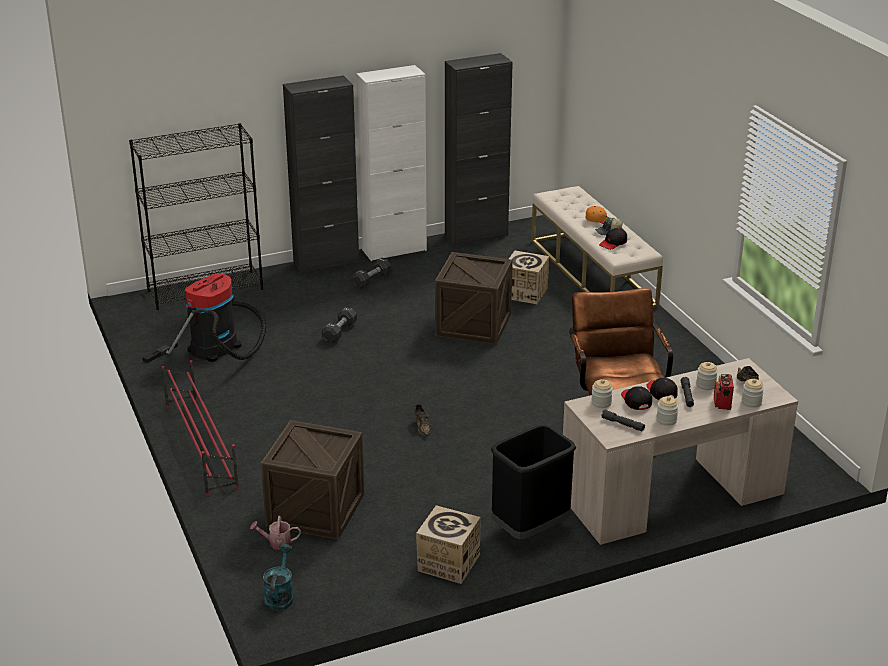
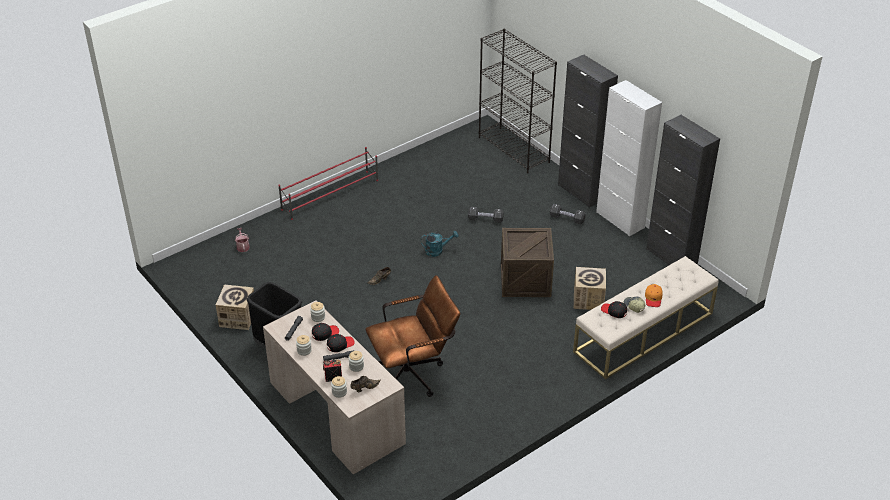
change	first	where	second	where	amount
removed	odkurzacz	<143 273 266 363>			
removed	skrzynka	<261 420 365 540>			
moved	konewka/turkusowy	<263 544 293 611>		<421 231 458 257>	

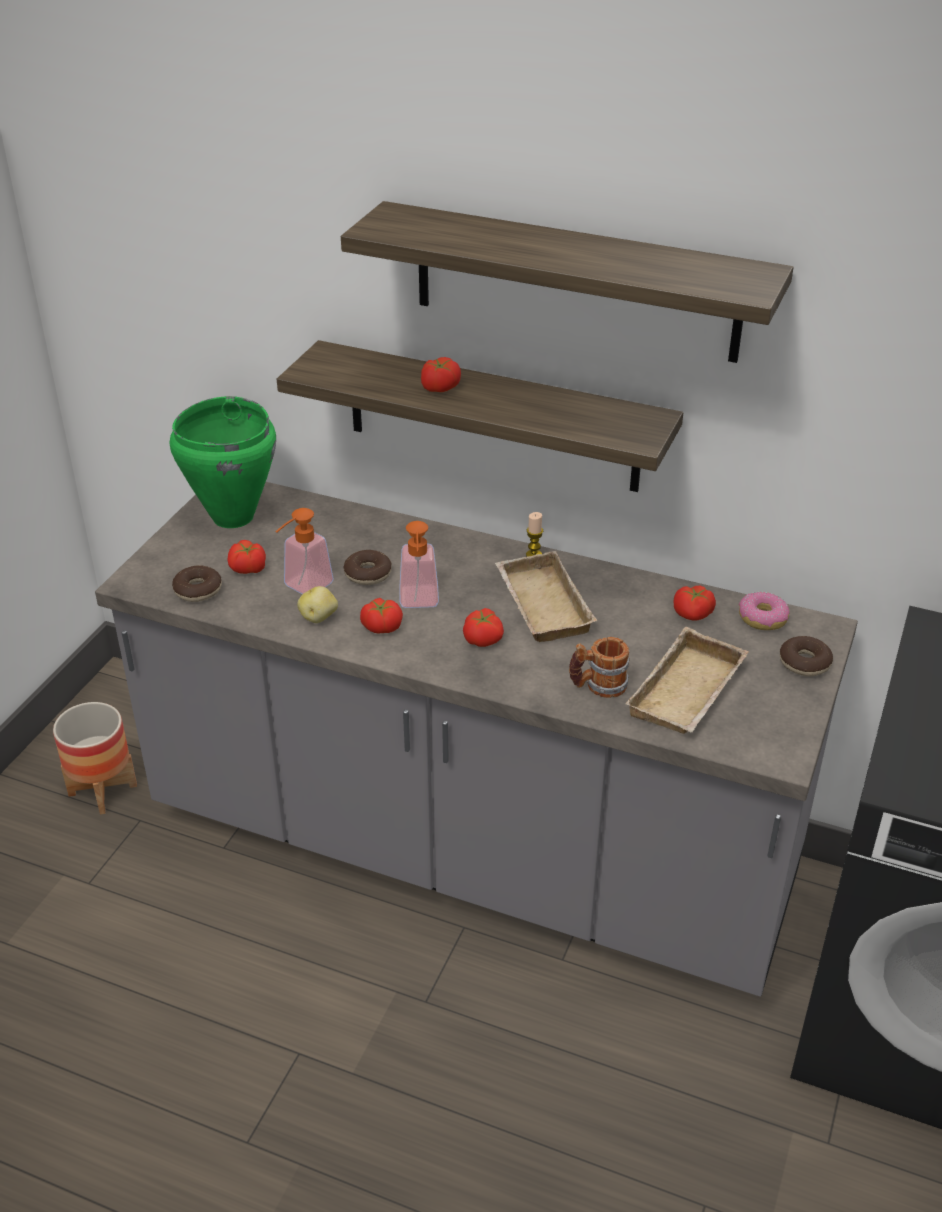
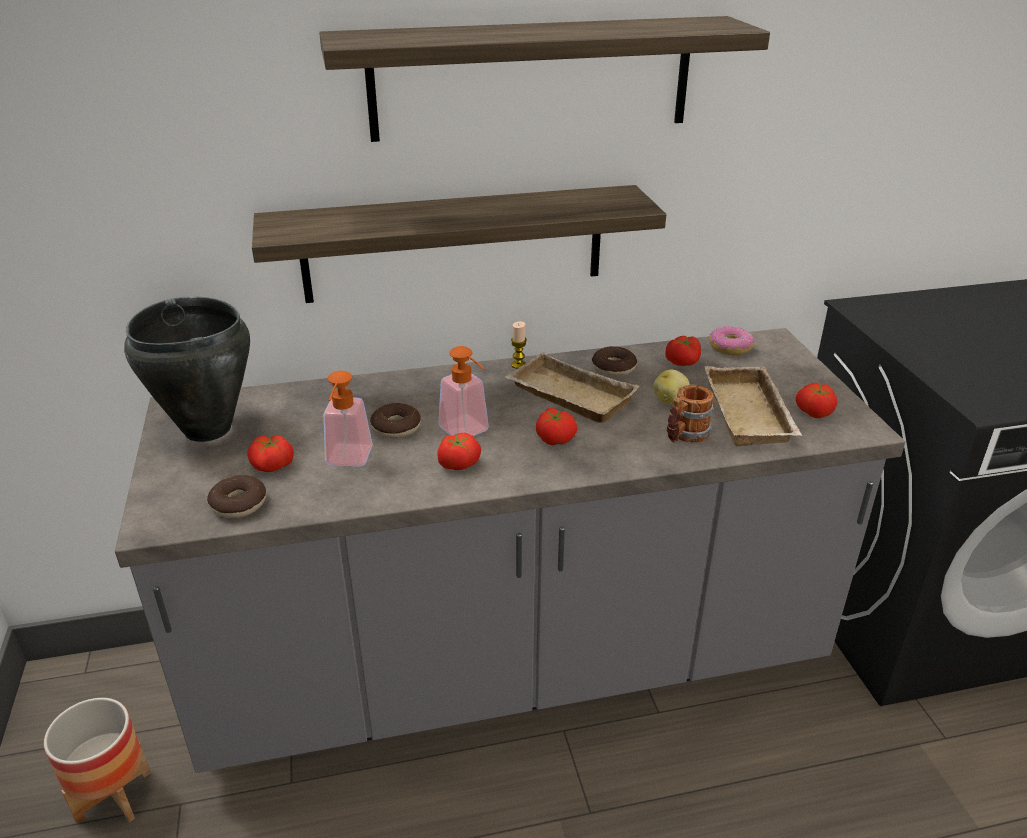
change	first	where	second	where	amount
moved	ziemniak	<297 586 338 623>		<653 370 690 405>	
moved	pomidor	<421 357 461 392>		<796 383 837 418>	
moved	donut	<780 636 833 677>		<592 346 637 377>	
recoloured	garnek/zielony	<170 396 276 528>	garnek/czarny	<124 297 250 442>	

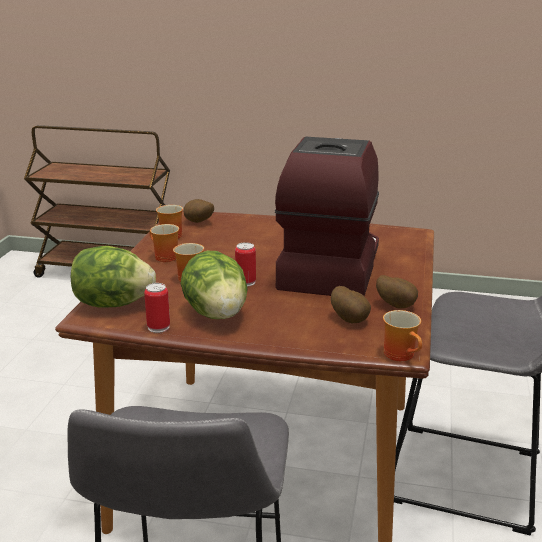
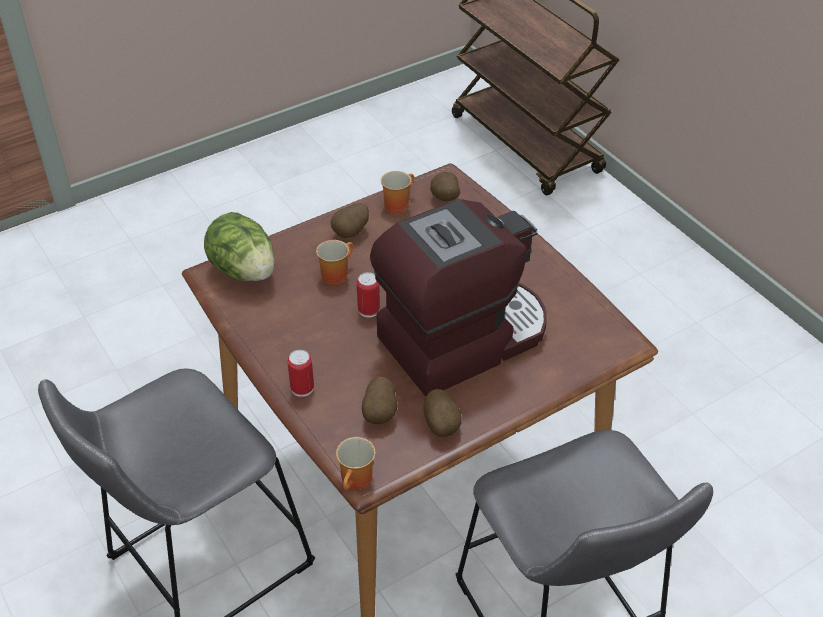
change	first	where	second	where	amount
removed	sałata	<181 251 248 319>			
moved	puszka	<144 283 170 333>		<287 350 314 397>	
replaced	kubek	<149 224 179 262>	ziemniak	<330 203 369 238>	

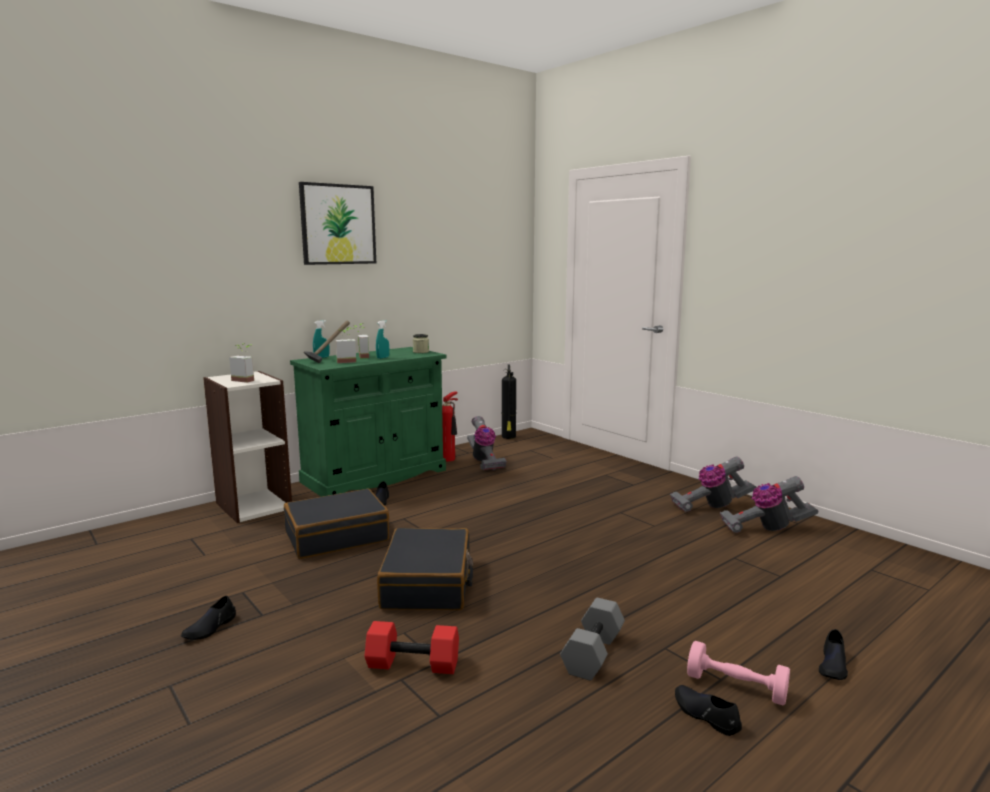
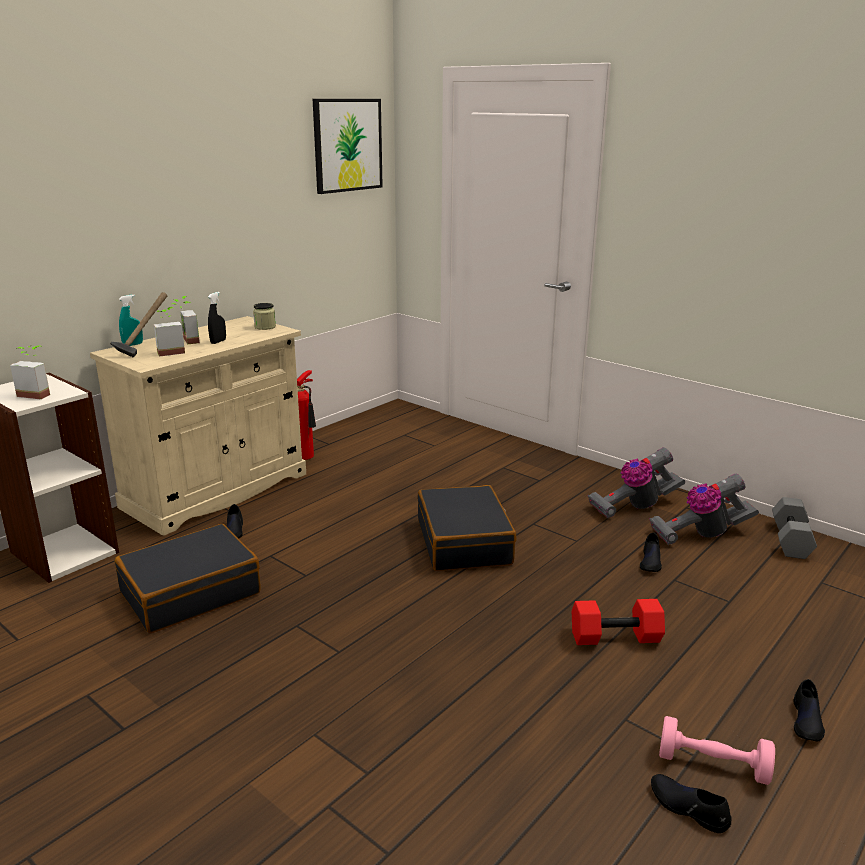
change	first	where	second	where	amount
removed	odkurzacz	<467 416 506 470>			
removed	gaśnica	<502 364 516 439>			
moved	but/czarny	<181 595 236 640>		<640 532 662 572>	
moved	obraz	<299 182 376 265>		<313 99 383 194>	
moved	hantel/czerwony	<365 621 459 674>		<572 599 665 645>	
moved	walizka/czarny	<377 528 473 610>		<417 485 517 571>	
moved	hantel/szary	<560 598 625 681>		<772 497 817 559>	
recoloured	szafka/zielony	<290 347 446 497>	szafka/beżowy	<90 316 306 536>	
recoloured	spryskiwacz/turkusowy	<376 320 389 359>	spryskiwacz/czarny	<208 292 226 344>	

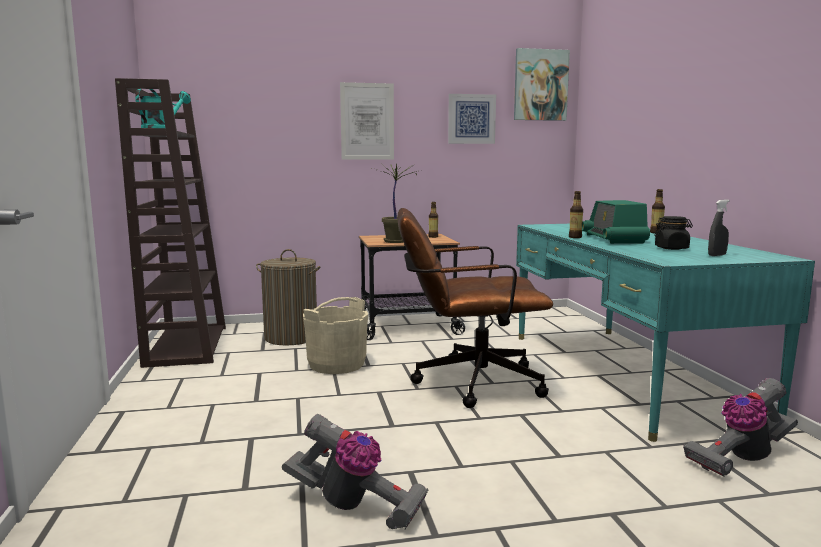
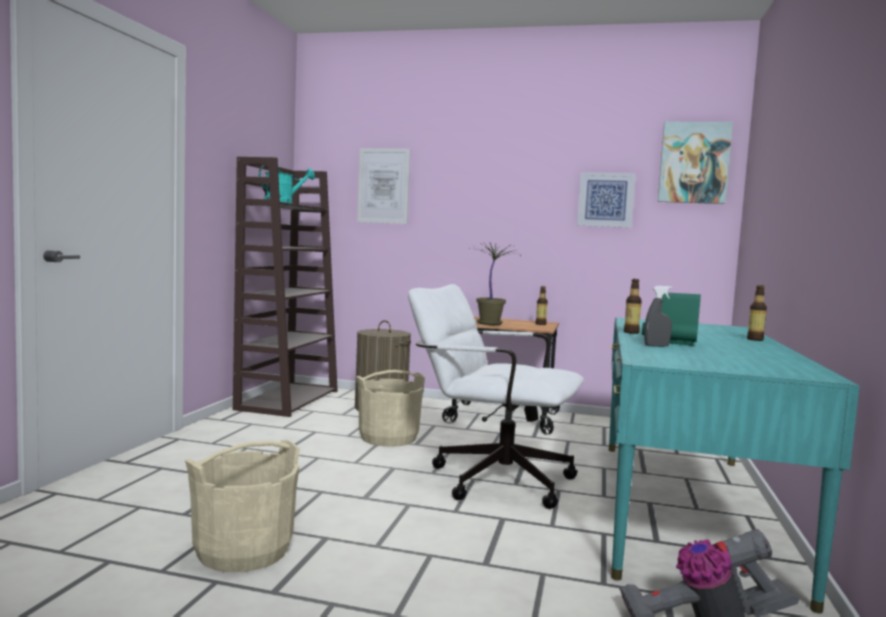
change	first	where	second	where	amount
removed	słoik/czarny	<654 216 693 250>			
moved	obraz	<340 82 394 160>		<357 148 411 224>	
moved	spryskiwacz/szary	<708 200 730 256>		<644 286 672 347>	
replaced	odkurzacz	<282 414 428 529>	wiadro/beżowy	<185 440 300 572>	
recoloured	krzesło biurowe/brązowy	<398 208 553 408>	krzesło biurowe/biały	<408 284 584 509>	

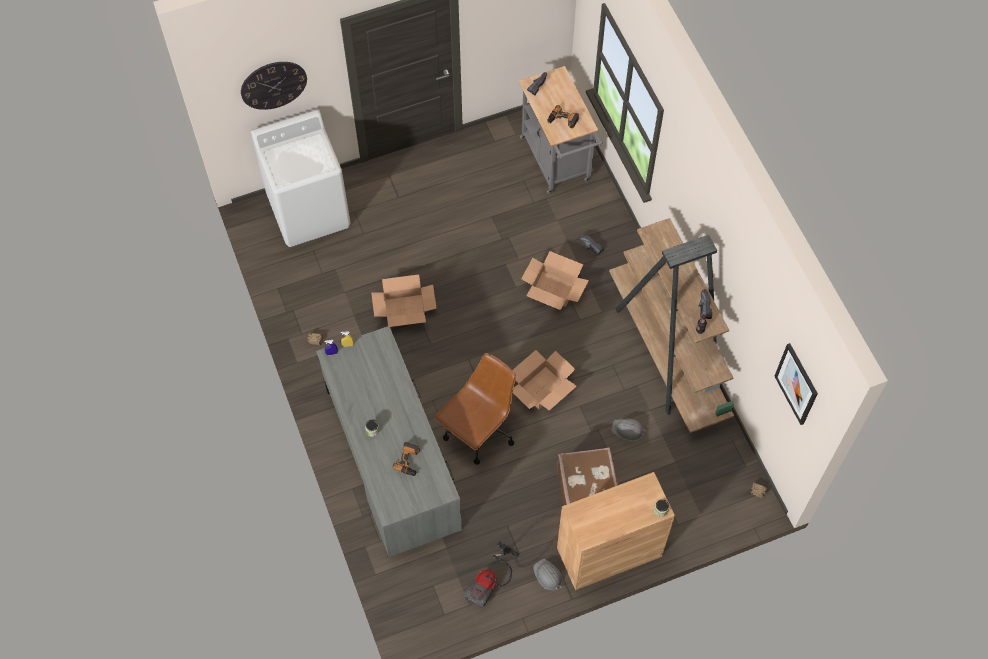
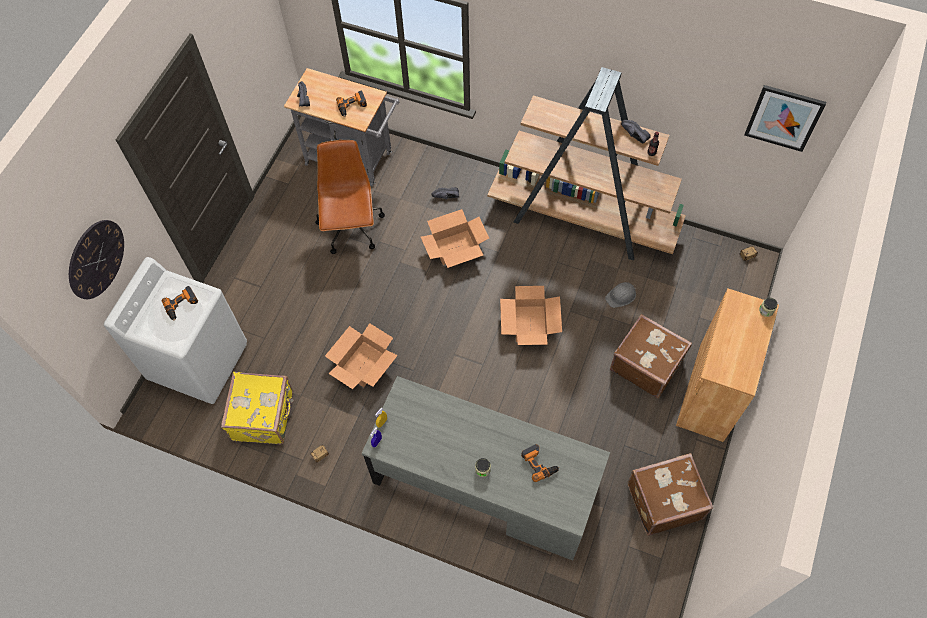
change	first	where	second	where	amount
removed	kask/szary	<533 559 563 590>			
added			wiertarka	<162 286 198 321>	
added			walizka/żółty	<221 372 295 444>	
moved	krzesło biurowe/brązowy	<435 353 516 465>		<315 140 385 254>	
replaced	odkurzacz	<463 542 520 608>	walizka/brązowy	<628 453 714 536>	

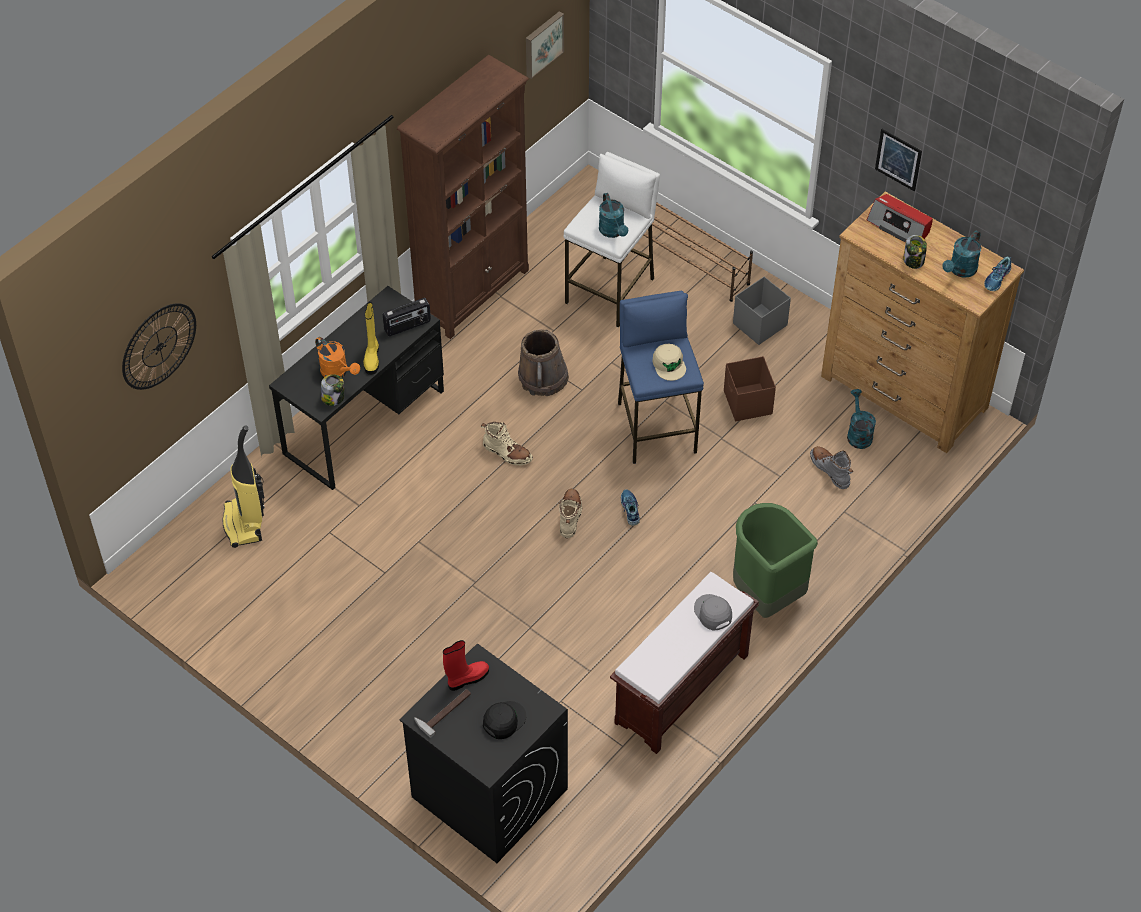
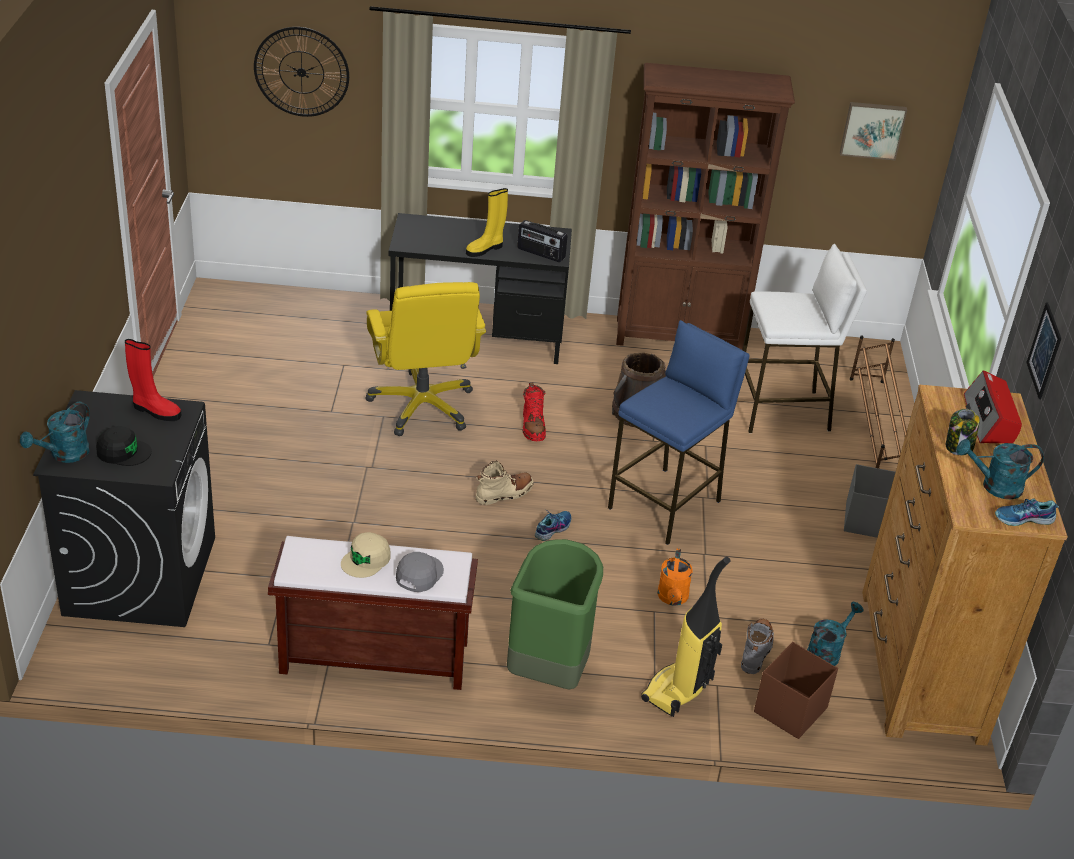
change	first	where	second	where	amount
removed	słoik	<321 374 344 406>			
removed	młotek	<414 689 471 738>			
added			krzesło biurowe/żółty	<365 282 486 436>	
moved	odkurzacz	<223 425 265 548>		<641 557 731 717>	
moved	konewka/pomarańczowy	<315 337 360 378>		<657 549 693 606>	
moved	konewka/turkusowy	<599 193 628 238>		<20 402 90 463>	
moved	czapka z daszkiem/beżowy	<653 344 686 381>		<341 532 391 578>	
moved	pojemnik do przechowywania/brązowy	<724 356 776 421>		<754 642 838 739>	
recoloured	but z cholewką/beżowy	<481 422 533 466>	but z cholewką/czerwony	<523 382 546 441>	

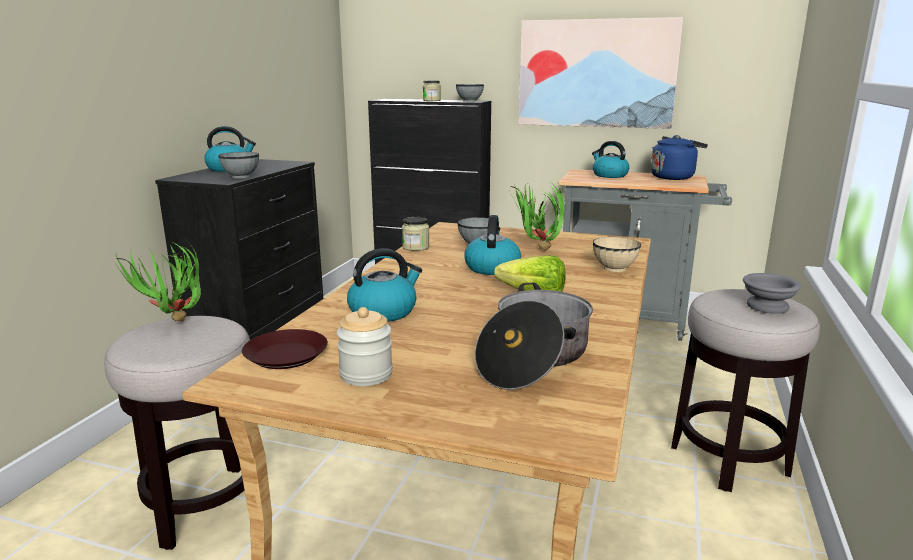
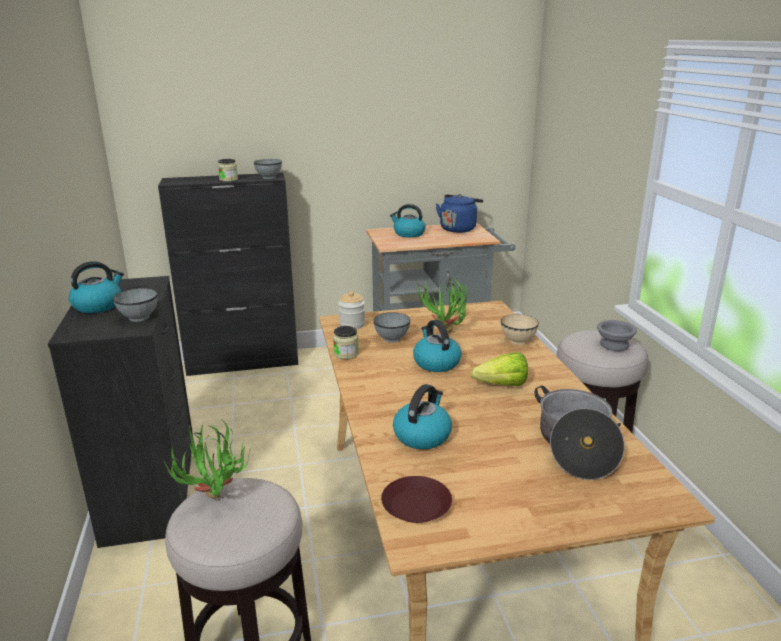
change	first	where	second	where	amount
removed	obraz	<518 17 684 129>			
moved	słoik	<336 307 393 386>		<338 291 365 329>	

